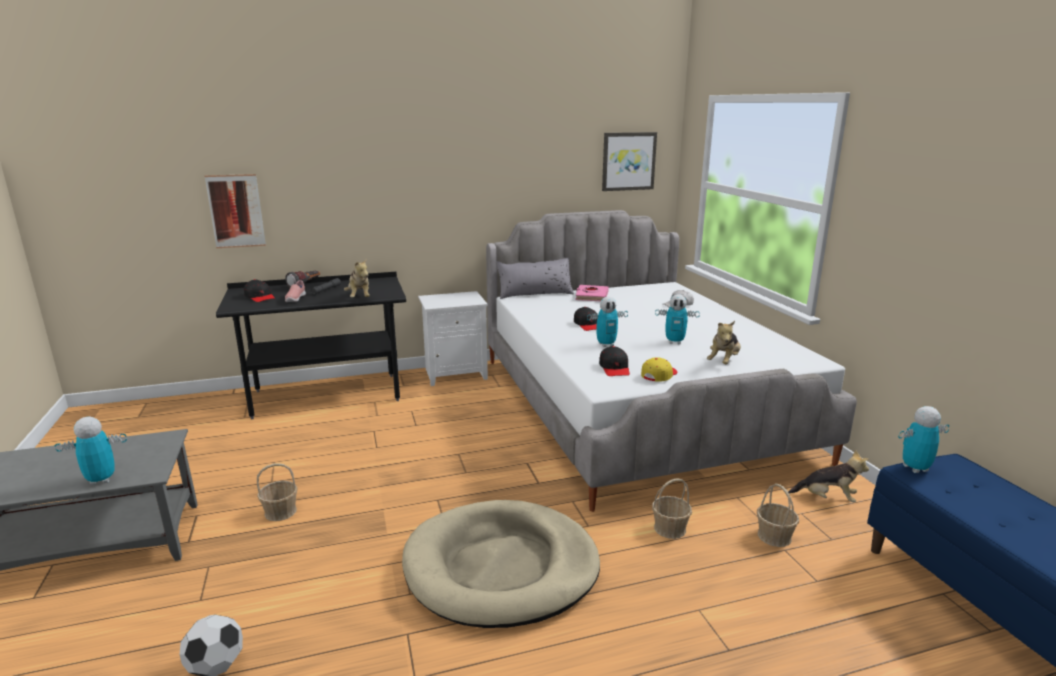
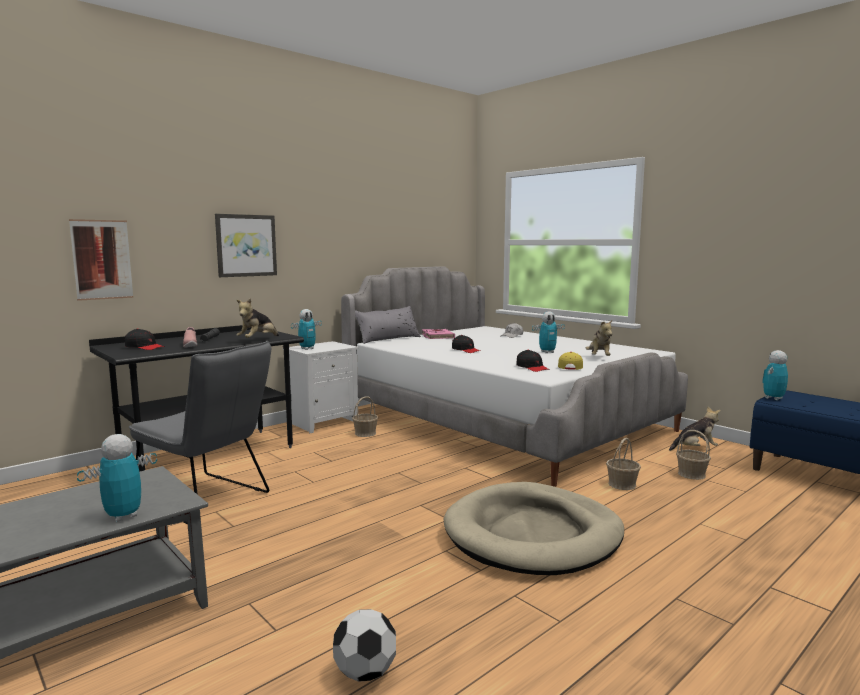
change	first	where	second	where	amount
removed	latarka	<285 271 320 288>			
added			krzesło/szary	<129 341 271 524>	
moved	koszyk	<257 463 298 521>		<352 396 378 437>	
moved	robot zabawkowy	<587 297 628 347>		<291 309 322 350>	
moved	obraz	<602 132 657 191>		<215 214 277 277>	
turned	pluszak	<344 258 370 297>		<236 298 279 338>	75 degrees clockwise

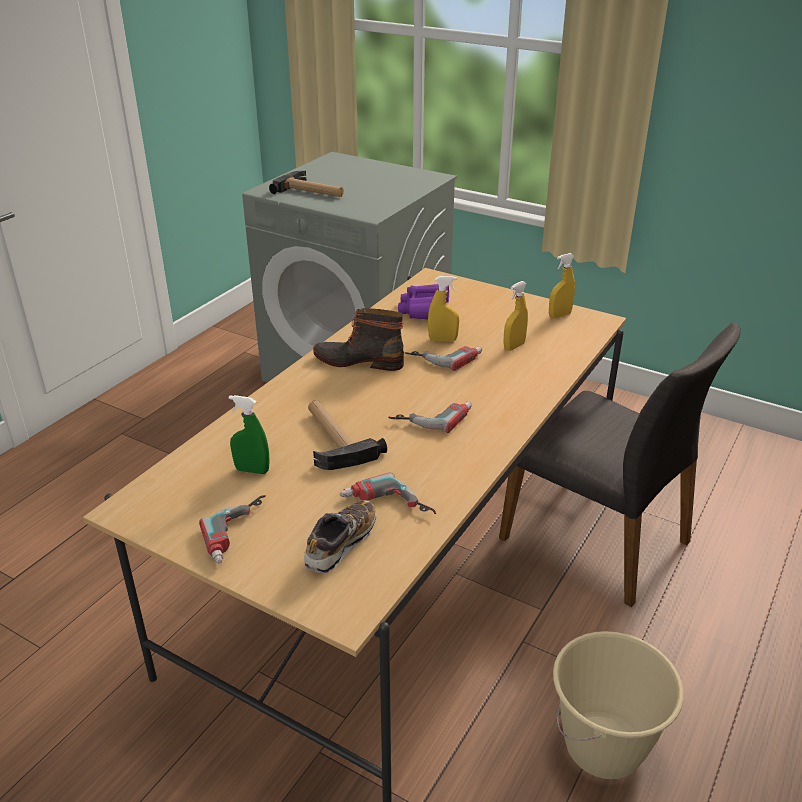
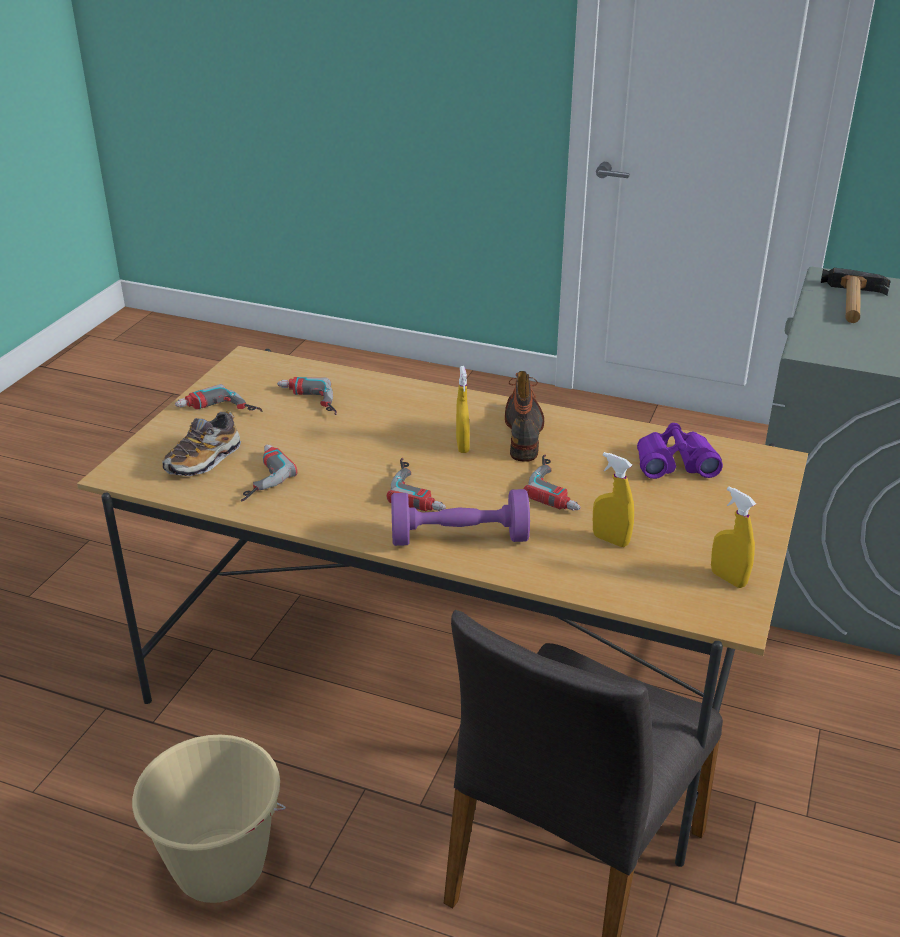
change	first	where	second	where	amount
removed	młotek	<308 401 387 470>			
added			hantel/fioletowy	<391 489 530 546>	
moved	spryskiwacz/żółty	<428 276 459 342>		<456 366 470 453>	
replaced	spryskiwacz/zielony	<229 395 270 474>	wiertarka	<277 377 337 415>	
turned	but	<304 500 377 573>		<162 410 241 476>	105 degrees clockwise

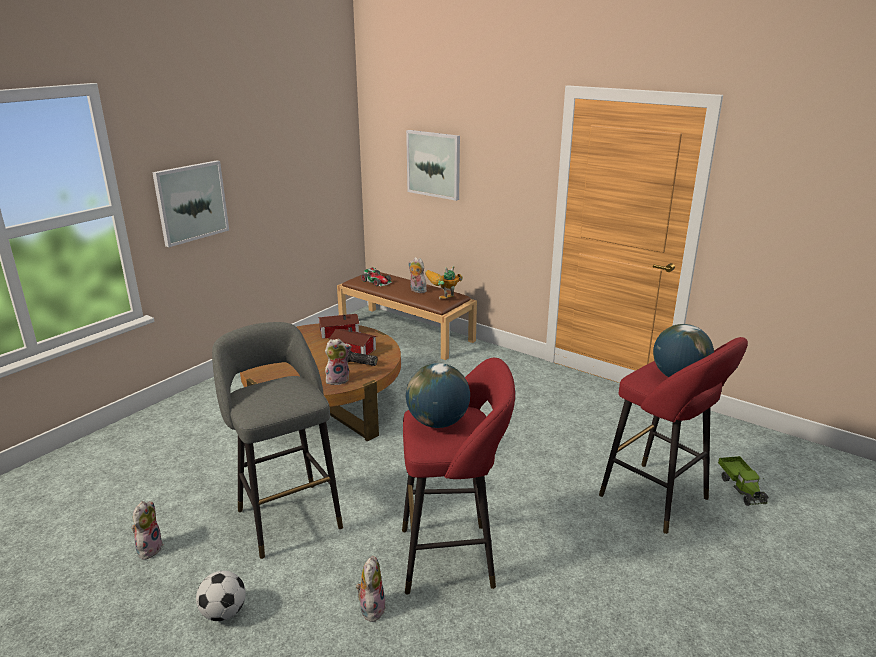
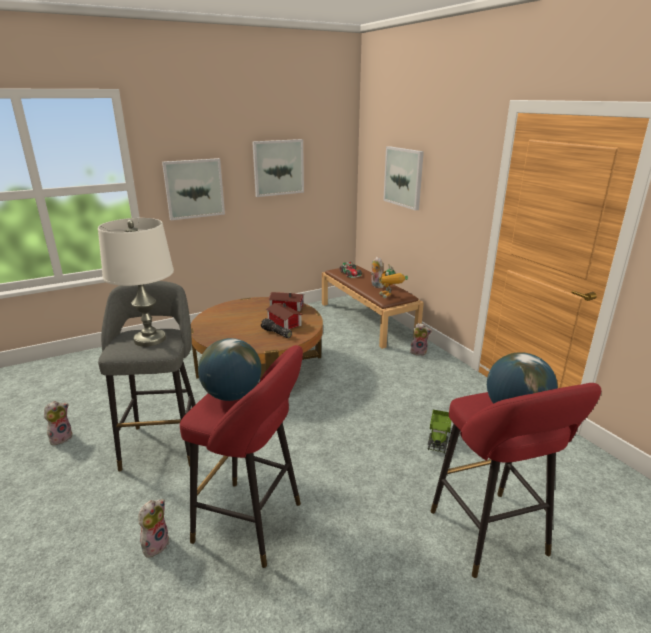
change	first	where	second	where	amount
removed	piłka futbolowa	<196 571 246 621>			
added			lampa stołowa/biały	<98 218 174 347>	
added			obraz	<252 139 304 197>	
moved	pluszak	<325 338 352 385>		<410 323 432 356>	
moved	ciężarówka zabawkowa	<718 456 769 506>		<428 410 451 453>	
turned	robot zabawkowy	<425 266 463 299>		<379 264 408 298>	105 degrees counterclockwise

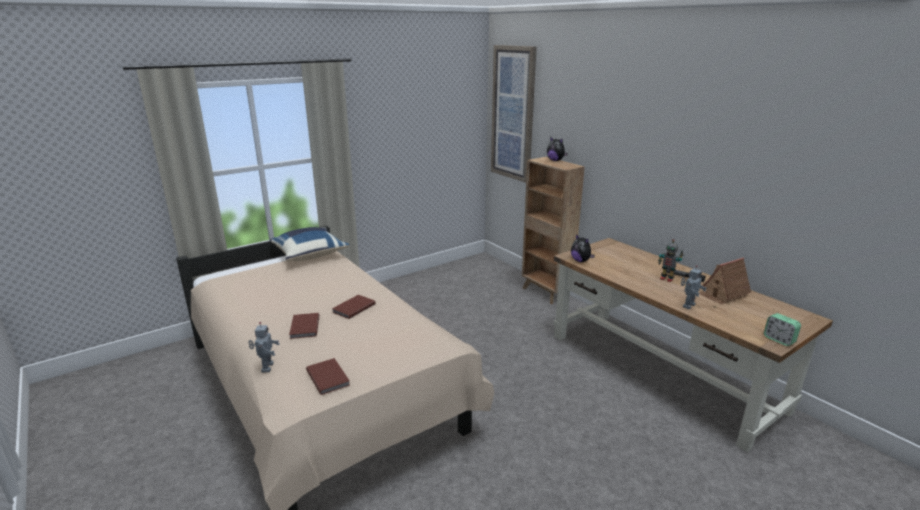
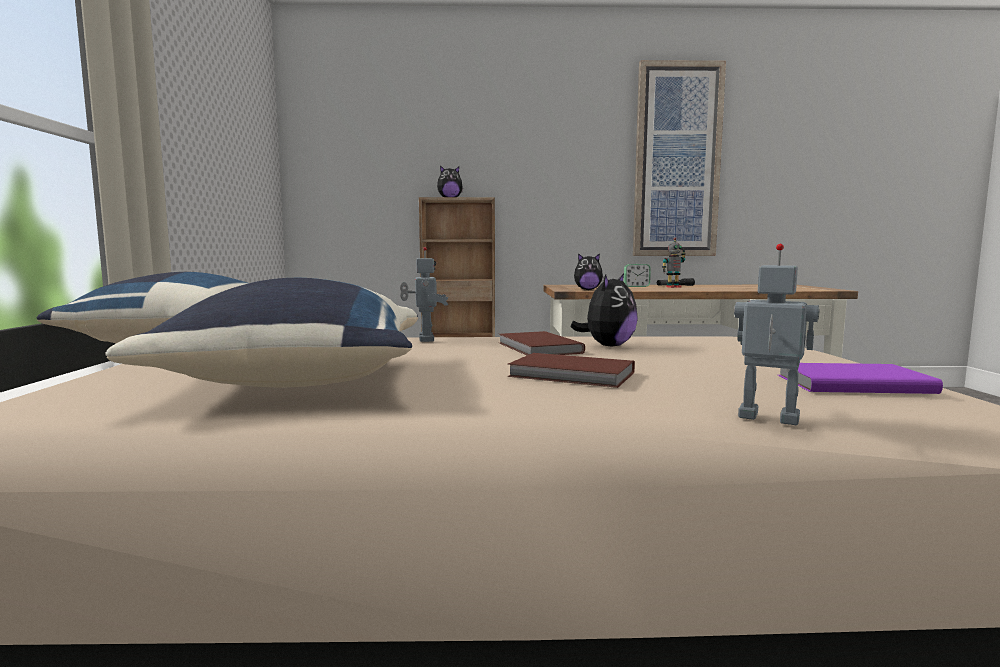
change	first	where	second	where	amount
removed	domek	<699 258 751 305>			
added			poduszka/niebieski	<105 278 418 387>	
added			pluszak	<571 273 638 347>	
moved	obraz	<491 45 537 183>		<633 60 726 256>	
moved	robot zabawkowy	<681 265 706 309>		<400 247 449 342>	
moved	budzik	<764 313 801 346>		<624 264 651 287>	
recoloured	książka/brązowy	<306 358 350 395>	książka/fioletowy	<778 363 943 394>	

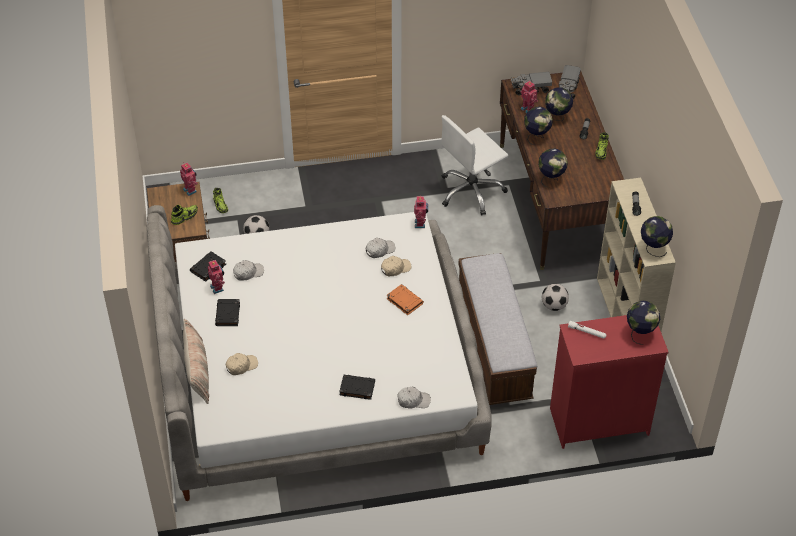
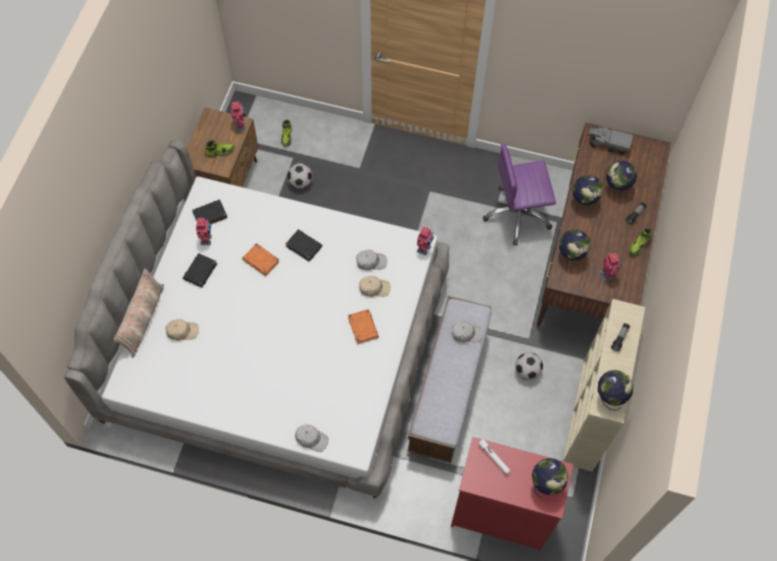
change	first	where	second	where	amount
removed	ciężarówka zabawkowa	<559 65 581 99>			
added			książka/pomarańczowy	<242 243 280 276>	
moved	czapka z daszkiem/biały	<233 260 264 281>		<452 322 483 343>	
moved	książka/czarny	<339 375 375 400>		<286 229 322 262>	
moved	robot zabawkowy	<521 81 538 113>		<600 253 621 281>	
recoloured	krzesło biurowe/biały	<442 115 508 215>	krzesło biurowe/fioletowy	<483 143 556 245>	

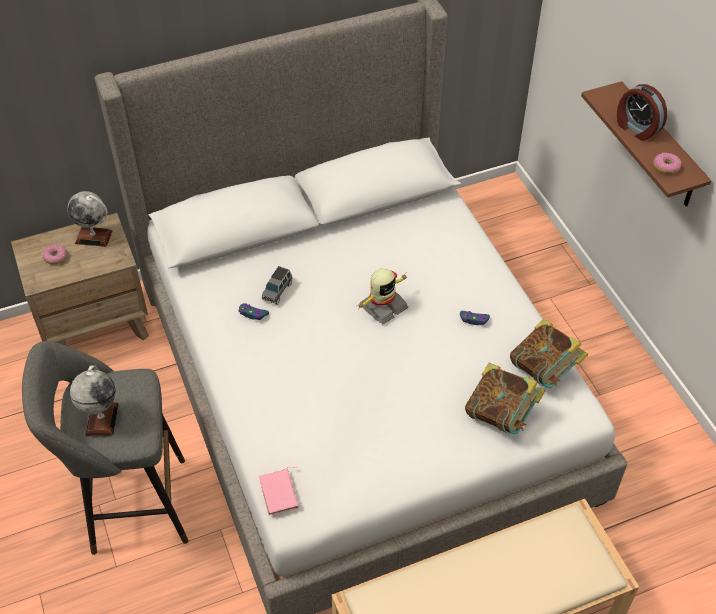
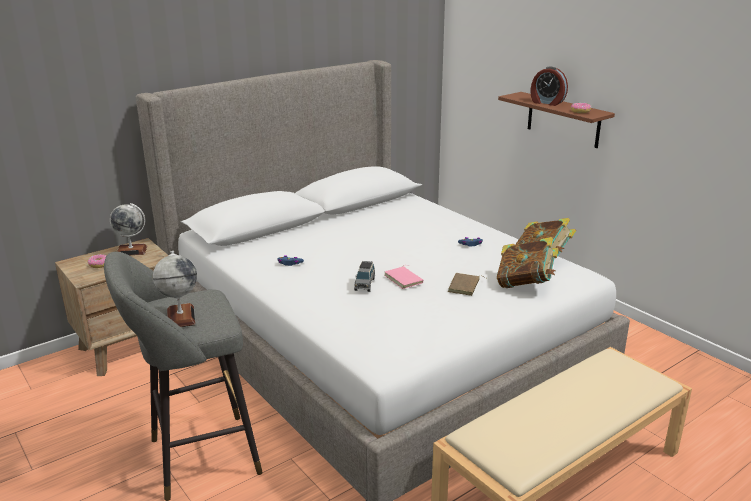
change	first	where	second	where	amount
removed	robot zabawkowy	<357 269 408 325>			
added			książka/brązowy	<448 273 486 296>	
moved	książka/różowy	<259 467 299 515>		<384 265 424 289>	
moved	samochodzik/szary	<262 266 292 305>		<354 261 375 292>	

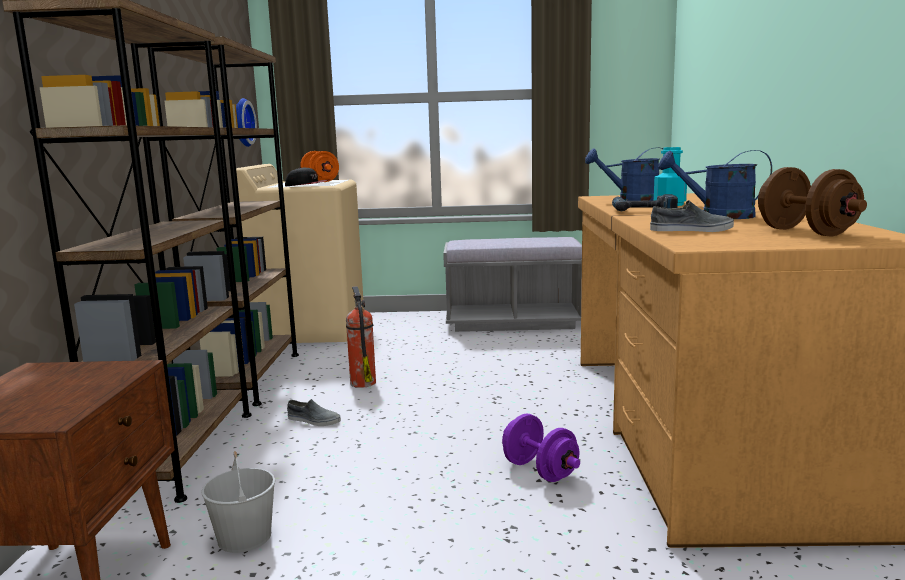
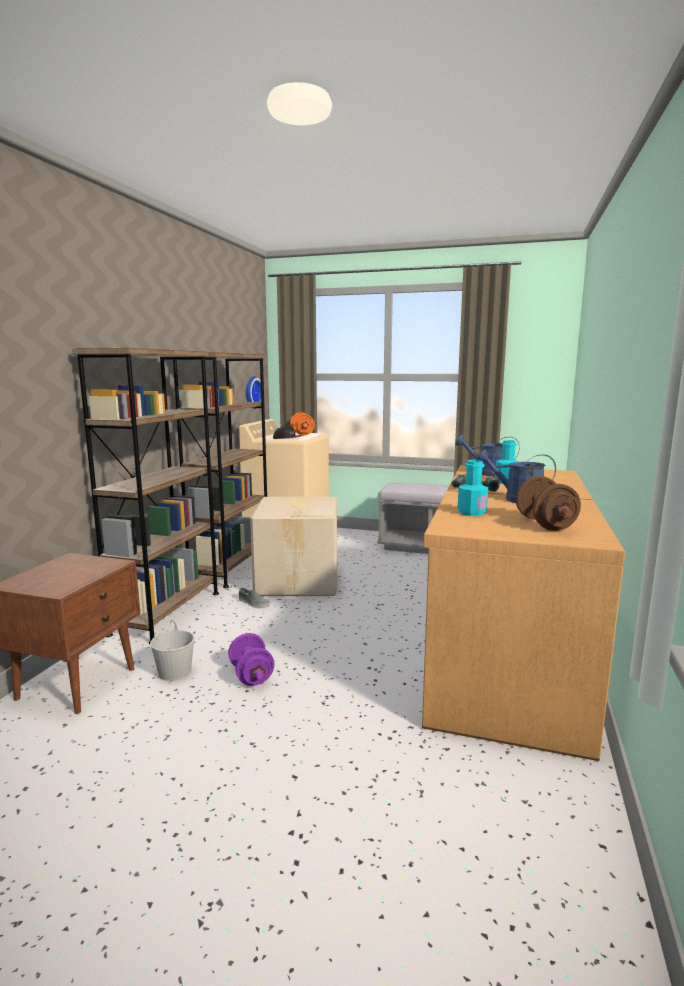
change	first	where	second	where	amount
moved	hantel/fioletowy	<502 414 580 482>		<228 633 275 686>	
replaced	gaśnica	<346 286 376 388>	karton	<250 497 337 596>	
replaced	but/szary	<650 200 734 232>	butelka/turkusowy	<457 460 488 516>	

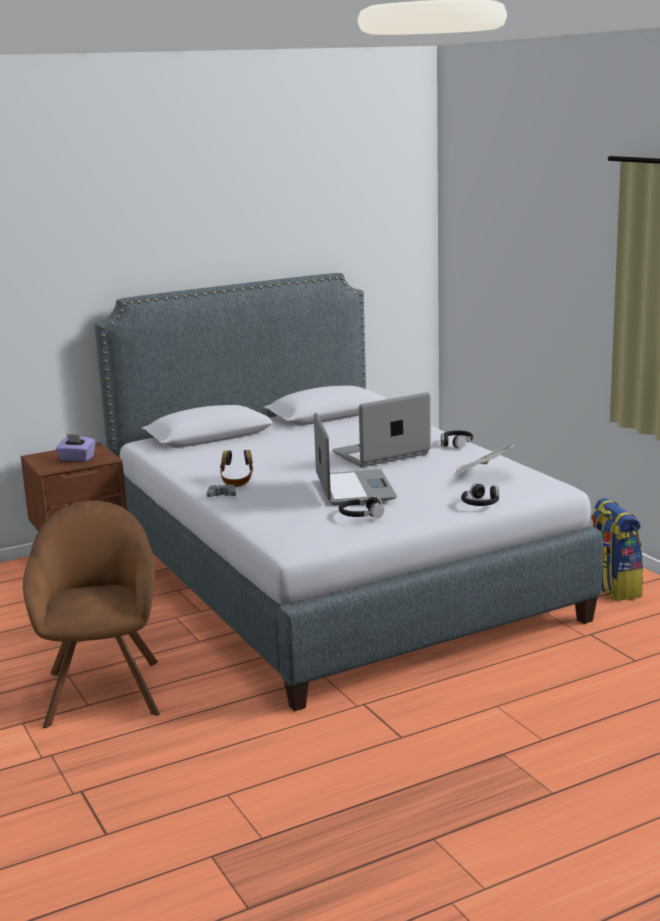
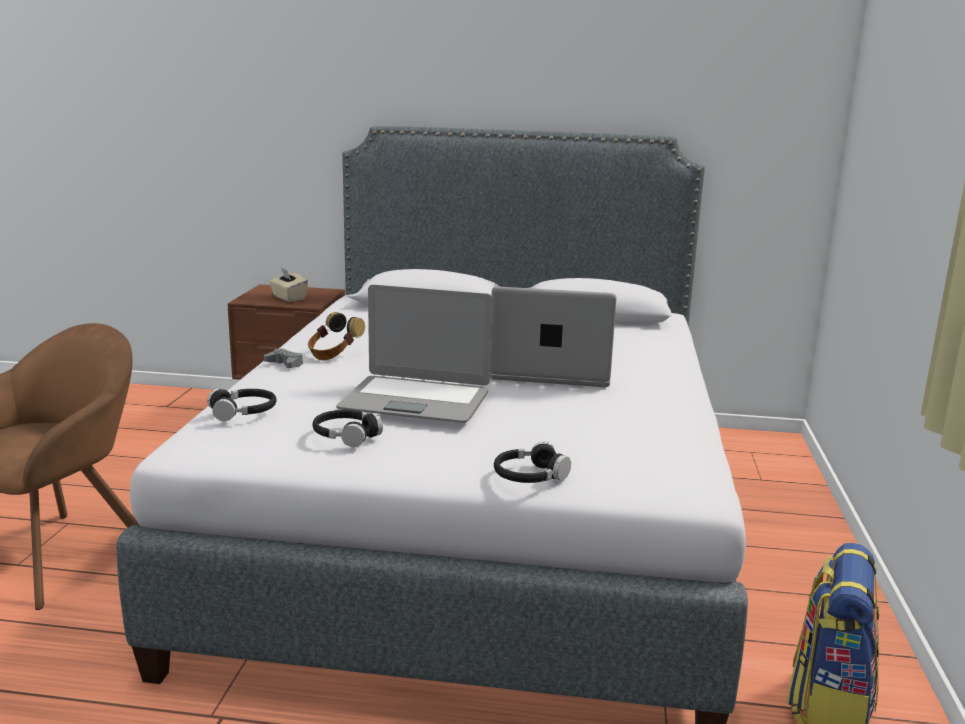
change	first	where	second	where	amount
removed	gazeta	<454 442 515 476>			
moved	słuchawki/czarny	<441 430 473 448>		<207 389 276 421>	
recoloured	pudełko chusteczek/fioletowy	<56 434 96 462>	pudełko chusteczek/beżowy	<269 268 308 302>	
turned	laptop	<314 413 397 505>		<336 285 492 423>	75 degrees clockwise

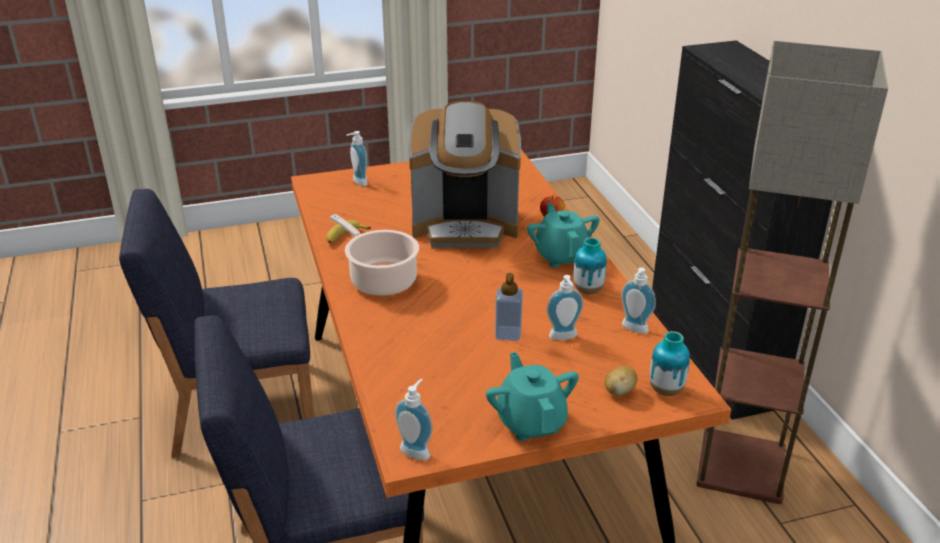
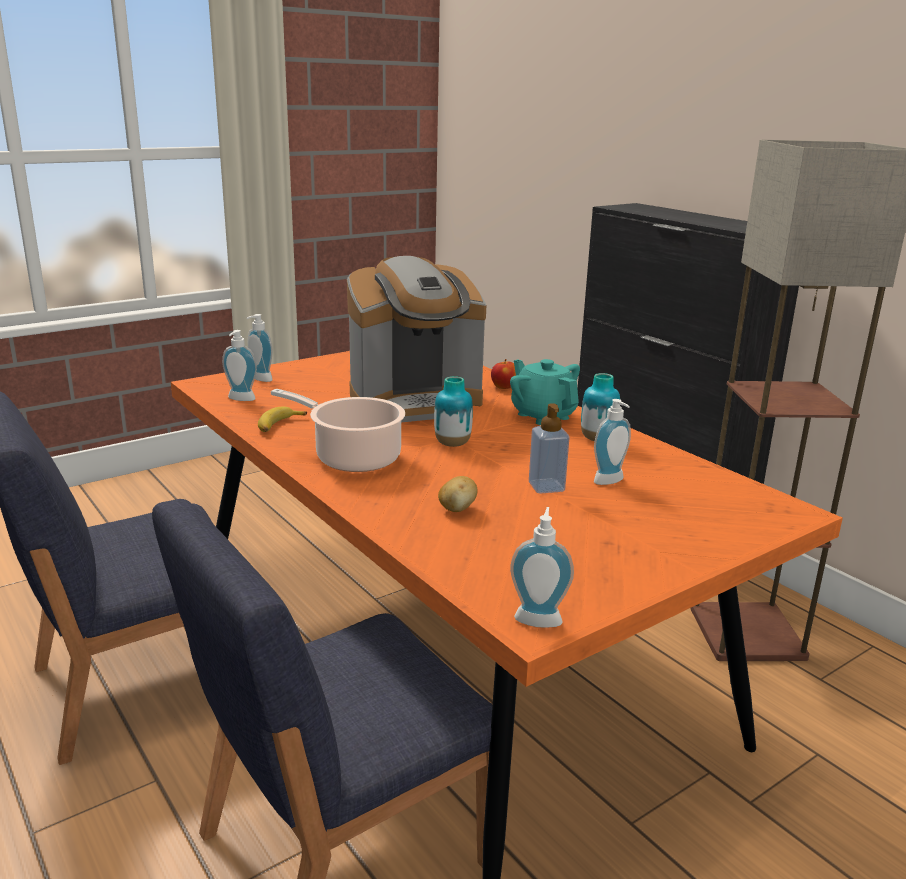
change	first	where	second	where	amount
removed	imbryk/turkusowy	<486 352 579 441>			
moved	ziemniak	<604 366 638 396>		<438 476 477 512>	
moved	dozownik mydła	<621 267 656 334>		<222 330 257 401>	
moved	wazon	<650 331 690 396>		<434 376 473 447>	

